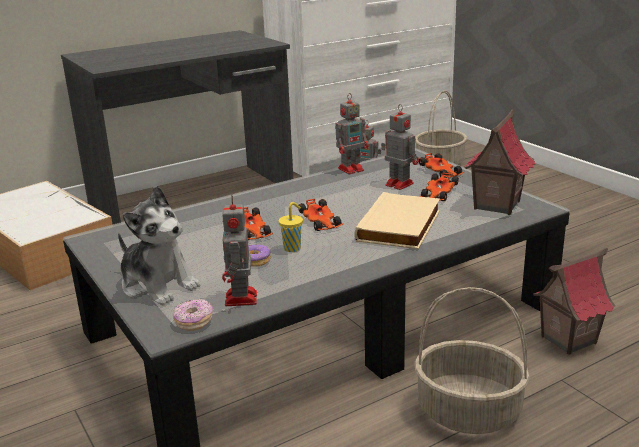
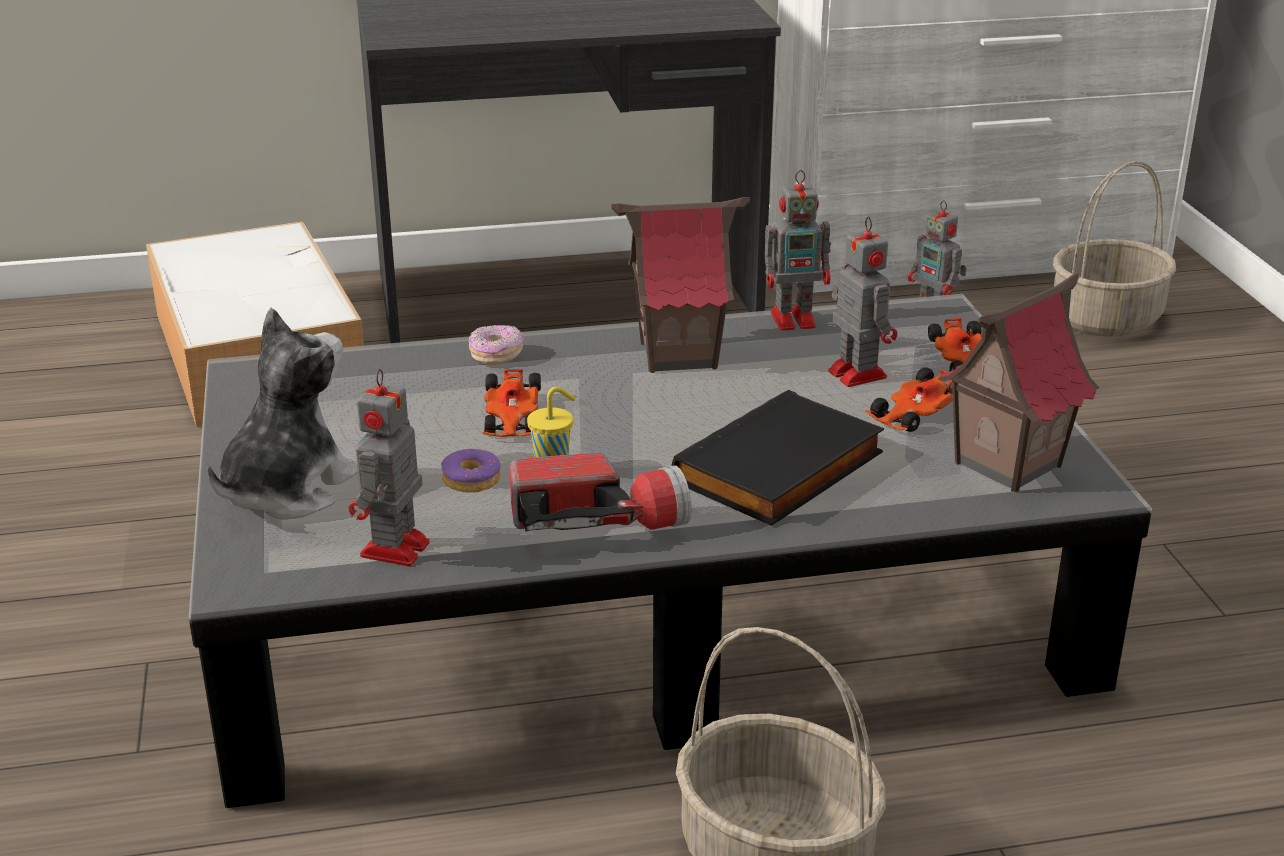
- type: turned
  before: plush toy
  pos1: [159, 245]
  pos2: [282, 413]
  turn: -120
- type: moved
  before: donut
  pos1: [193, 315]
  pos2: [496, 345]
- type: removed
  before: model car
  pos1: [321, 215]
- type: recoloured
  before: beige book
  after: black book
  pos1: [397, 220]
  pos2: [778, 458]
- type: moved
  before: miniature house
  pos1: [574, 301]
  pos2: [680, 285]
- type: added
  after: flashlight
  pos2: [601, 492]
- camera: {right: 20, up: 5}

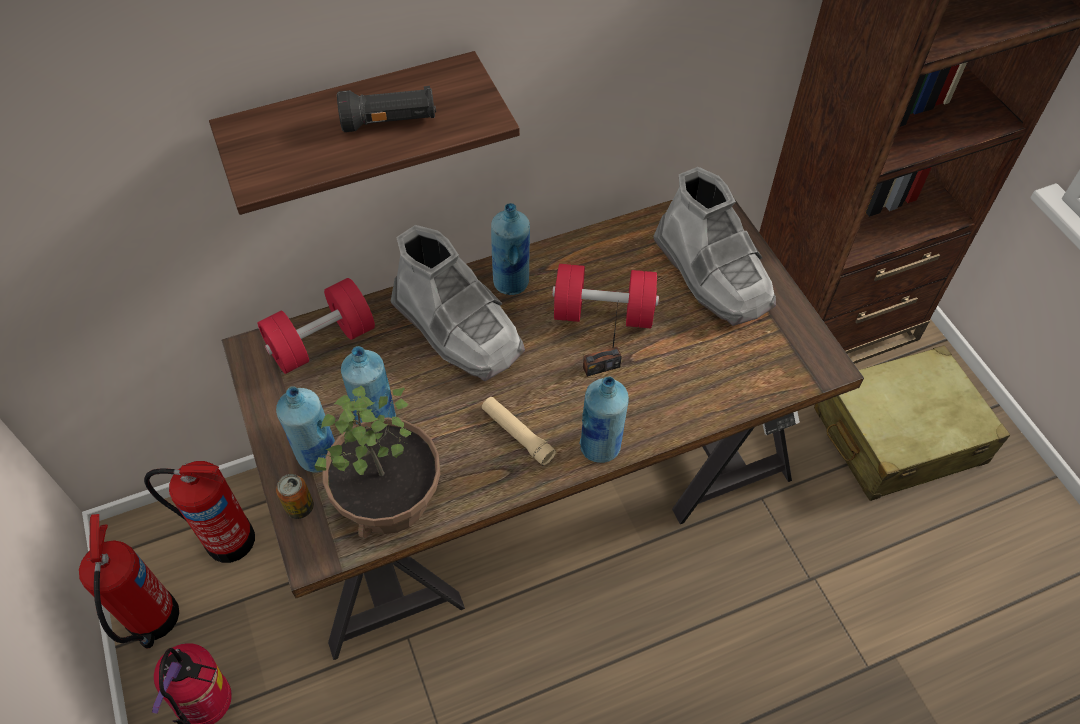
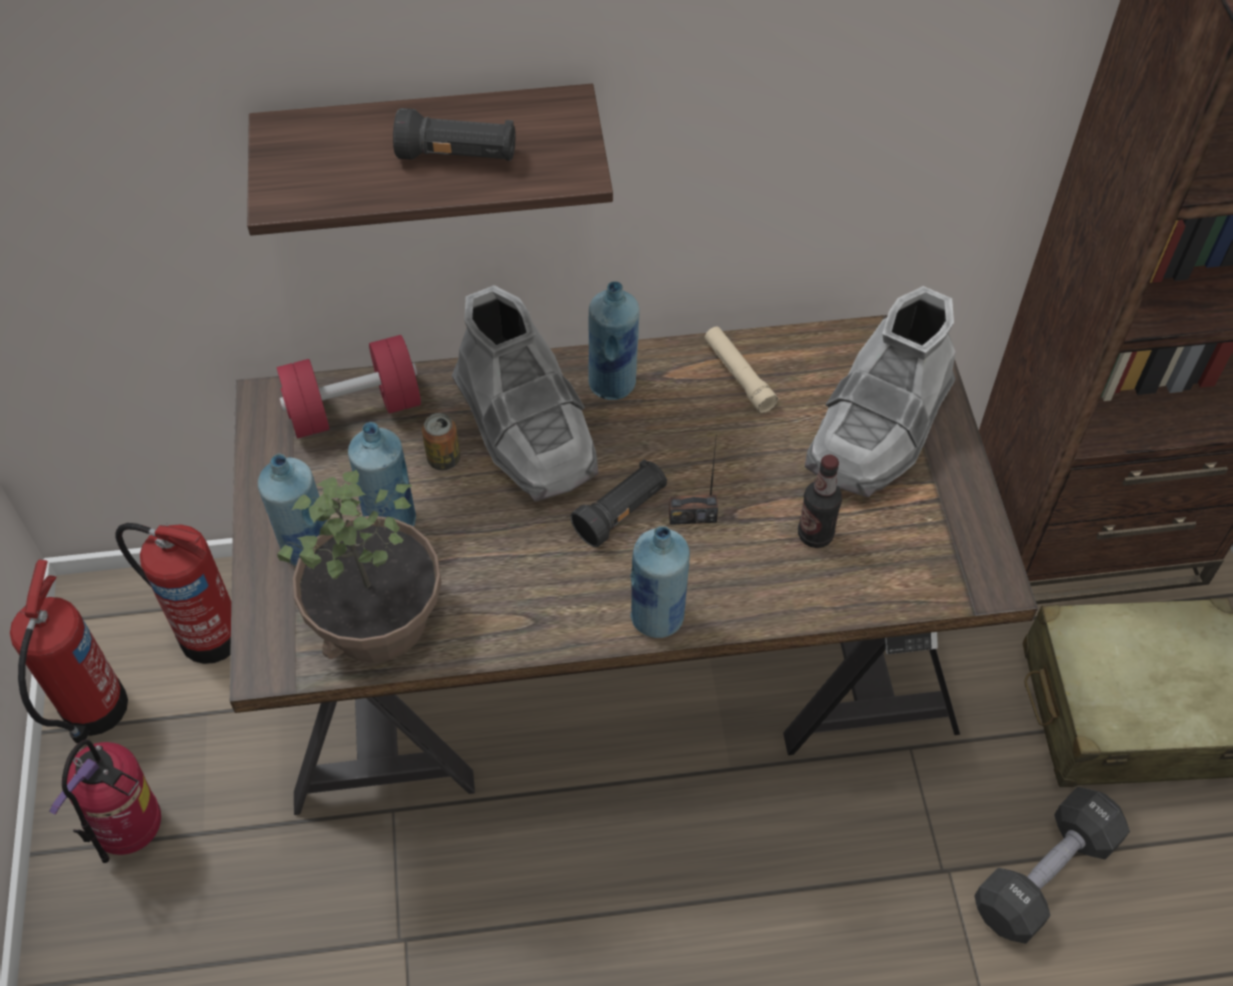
- type: moved
  before: metal can
  pos1: [295, 496]
  pos2: [441, 441]
- type: moved
  before: beige flashlight
  pos1: [519, 431]
  pos2: [741, 370]
- type: removed
  before: red-coloured free weight
  pos1: [605, 296]
- type: turned
  before: grey boot
  pos1: [714, 246]
  pos2: [880, 392]
  turn: 45
- type: added
  after: black flashlight
  pos2: [618, 503]
- type: added
  after: beverage bottle
  pos2: [820, 501]
- type: added
  after: black free weight
  pos2: [1052, 865]
- camera: {right: 15, up: 0}

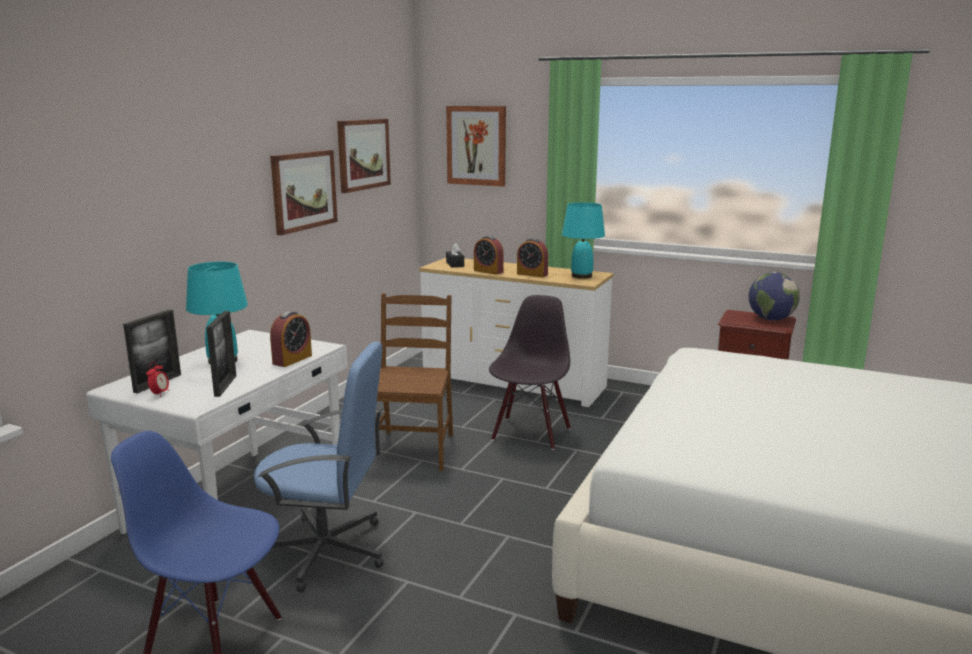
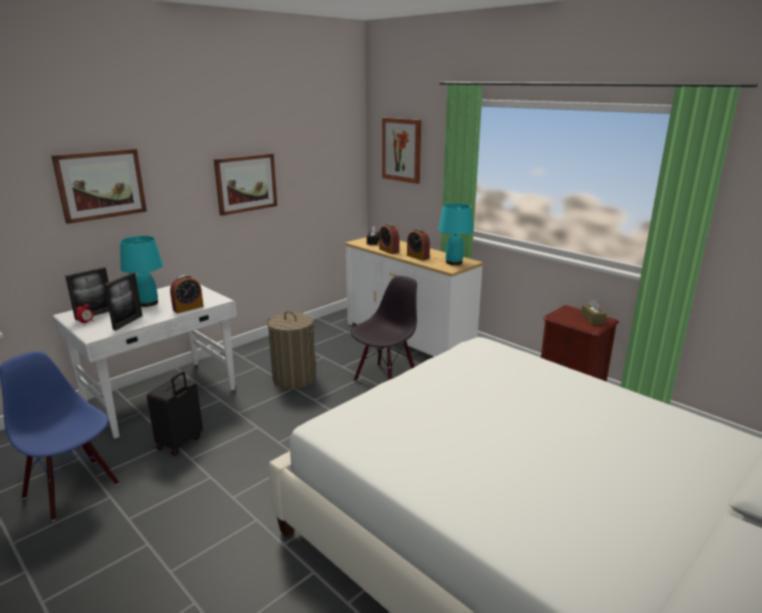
- type: replaced
  before: blue computer chair
  after: black piece of luggage
  pos1: [319, 467]
  pos2: [175, 413]
- type: moved
  before: picture
  pos1: [364, 156]
  pos2: [99, 186]
- type: replaced
  before: brown upright chair
  after: hamper
  pos1: [414, 382]
  pos2: [291, 350]
- type: replaced
  before: globe
  after: brown tissue box
  pos1: [774, 296]
  pos2: [594, 312]
- camera: {right: 20, up: 5}

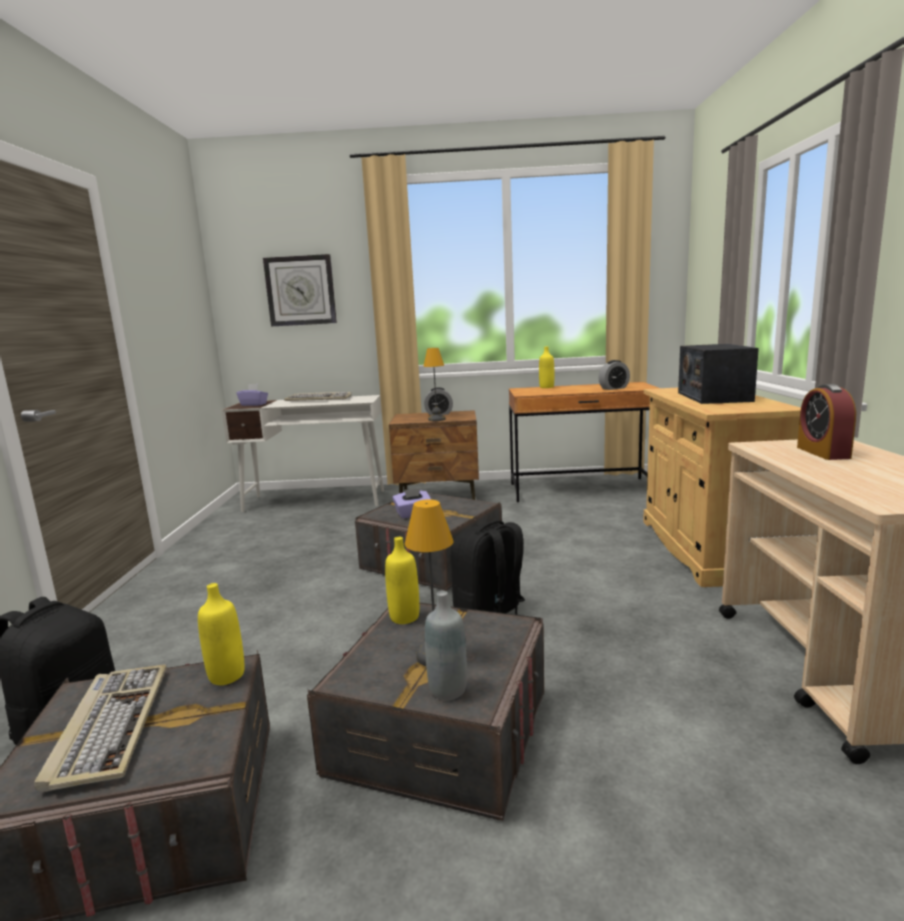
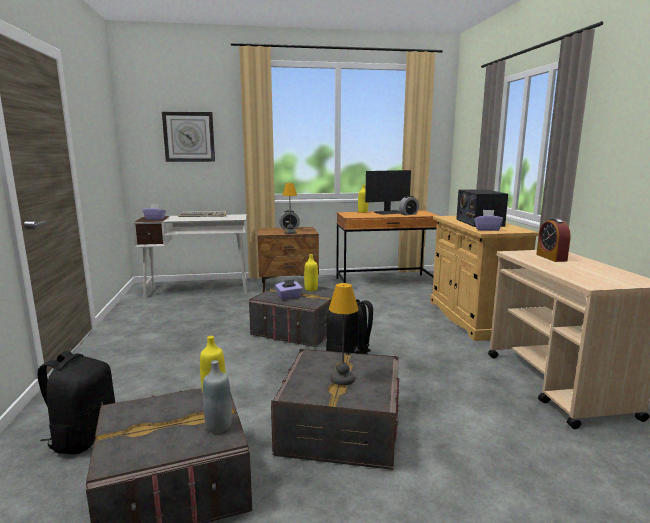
- type: removed
  before: PC keyboard
  pos1: [100, 728]
- type: moved
  before: yellow beverage bottle
  pos1: [402, 580]
  pos2: [311, 272]
- type: moved
  before: grey beverage bottle
  pos1: [446, 646]
  pos2: [217, 396]
- type: added
  after: computer screen
  pos2: [388, 192]
- type: added
  after: purple-coloured tissue box
  pos2: [488, 220]
- camera: {right: -10, up: 0}

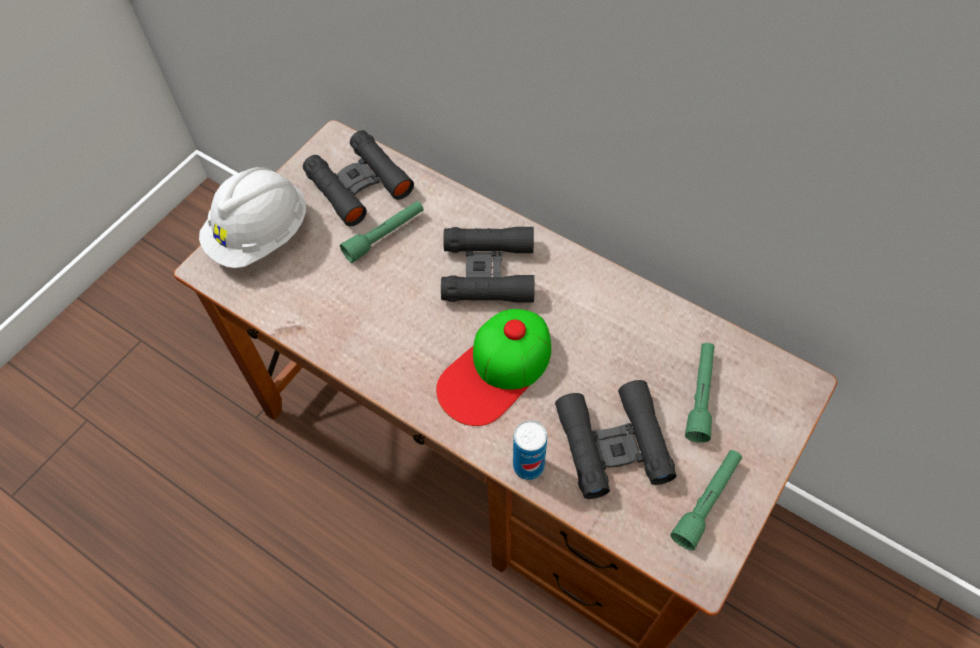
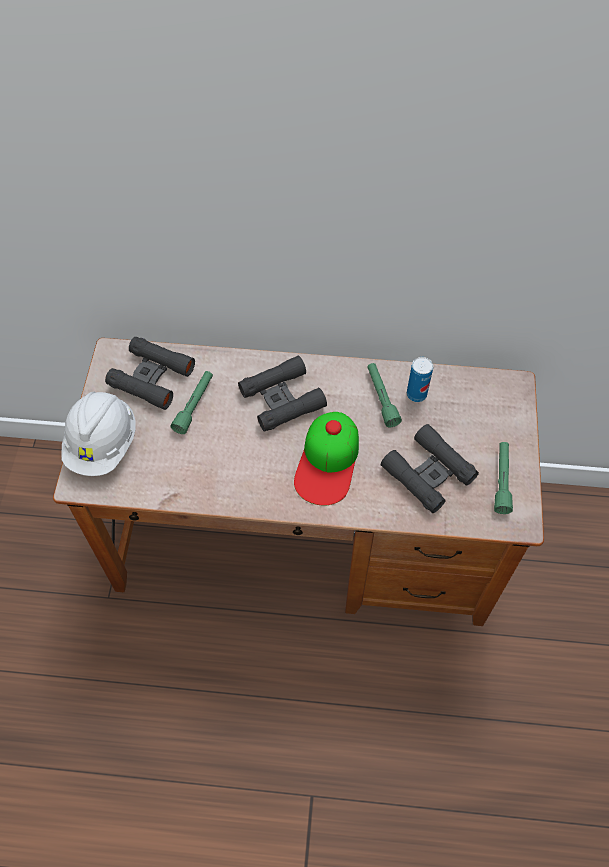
- type: moved
  before: metal can
  pos1: [530, 450]
  pos2: [420, 379]
- type: moved
  before: green flashlight
  pos1: [700, 393]
  pos2: [384, 395]
- camera: {right: -30, up: 0}

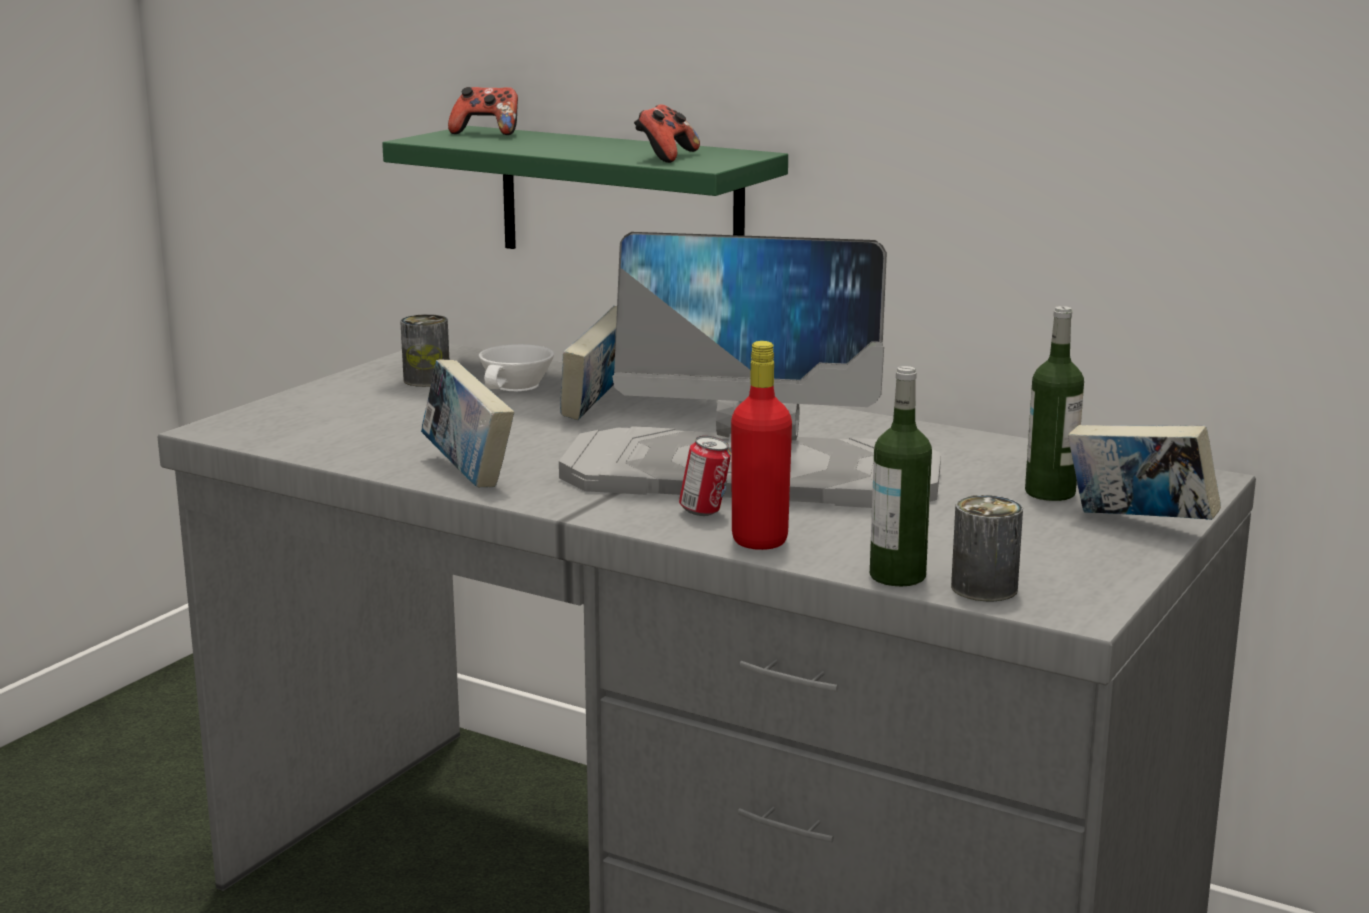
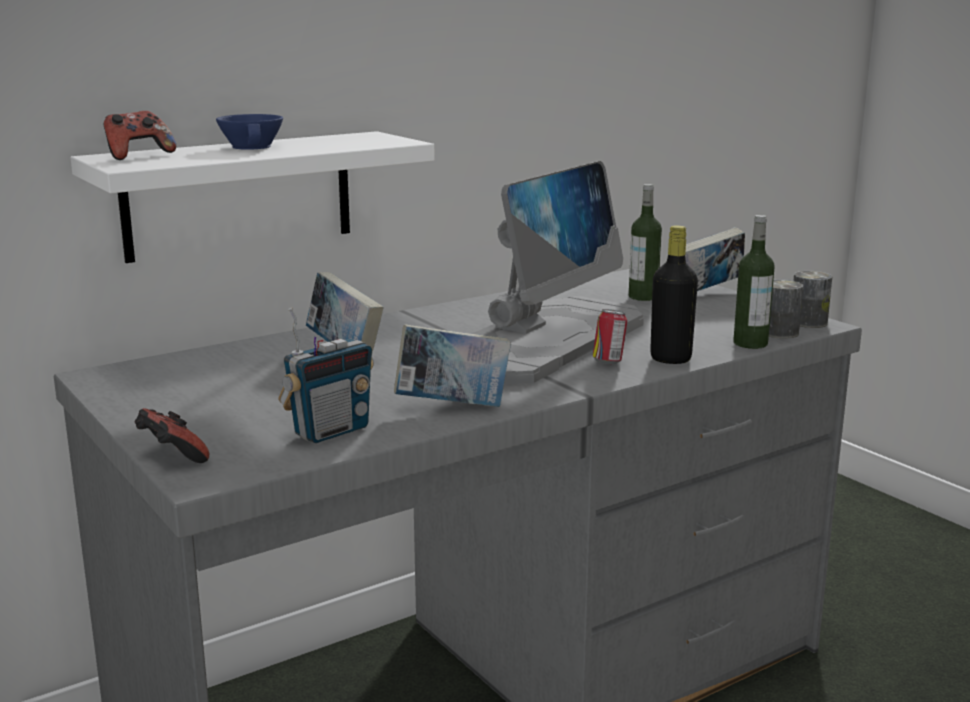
- type: recoloured
  before: green bracket shelf
  after: white-coloured bracket shelf
  pos1: [585, 187]
  pos2: [253, 197]
- type: moved
  before: metal can
  pos1: [424, 350]
  pos2: [812, 299]
- type: removed
  before: white-coloured small cup
  pos1: [516, 367]
- type: moved
  before: game controller
  pos1: [667, 133]
  pos2: [171, 435]
- type: recoloured
  before: red-coloured beverage bottle
  after: black beverage bottle
  pos1: [761, 445]
  pos2: [674, 294]
- type: added
  after: blue small cup
  pos2: [249, 132]
- type: added
  after: radio set
  pos2: [326, 375]
- camera: {right: -65, up: 0}

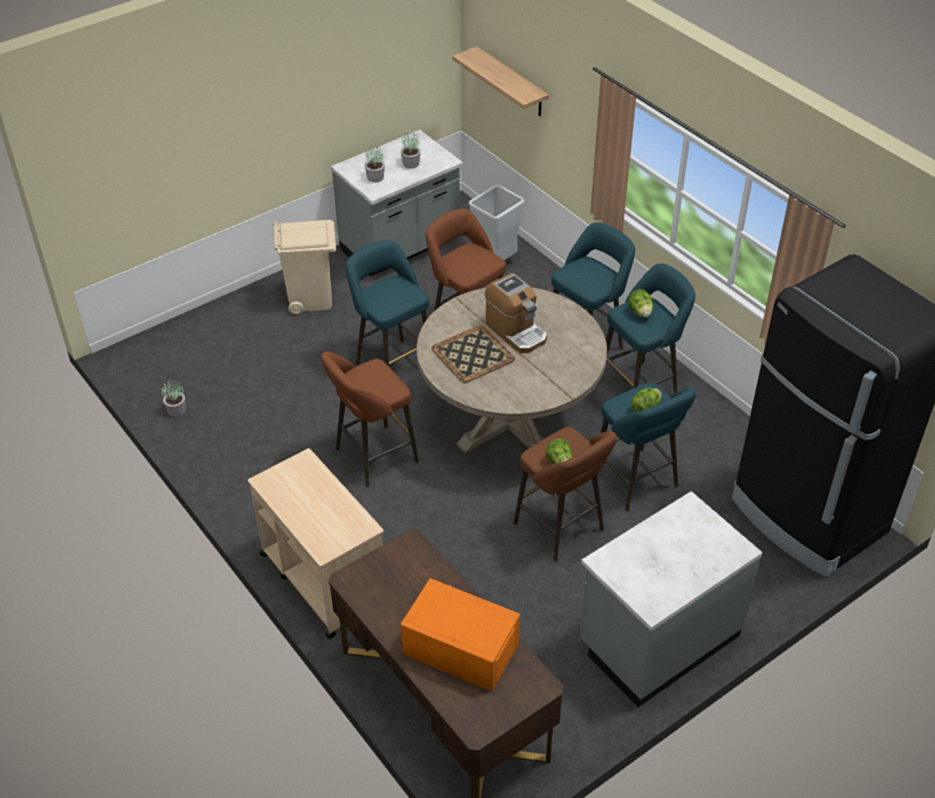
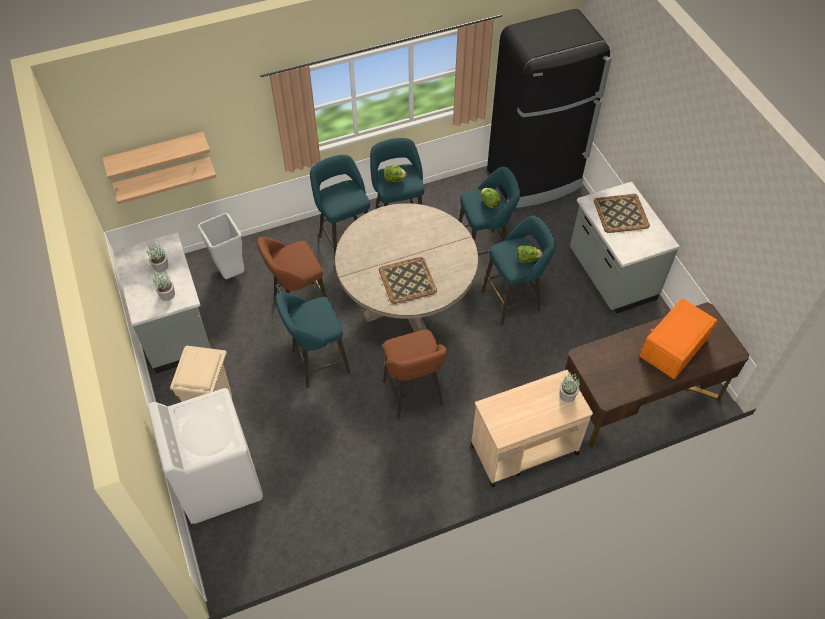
- type: moved
  before: plant in a pot
  pos1: [174, 399]
  pos2: [570, 387]
- type: removed
  before: coffee brewer
  pos1: [516, 313]
- type: recoloured
  before: brown stool seat
  after: turquoise stool seat
  pos1: [565, 494]
  pos2: [518, 270]
- type: added
  after: bracket shelf
  pos2: [164, 180]
- type: added
  after: white-coloured laundry machine
  pos2: [205, 456]
- type: added
  after: carrying tray
  pos2: [622, 213]
- camera: {right: -75, up: 10}

